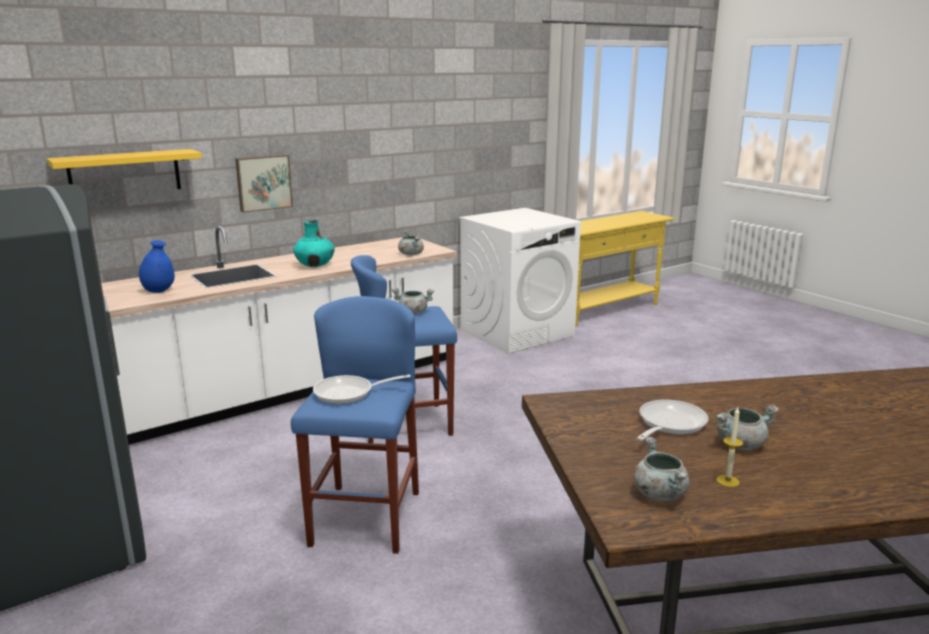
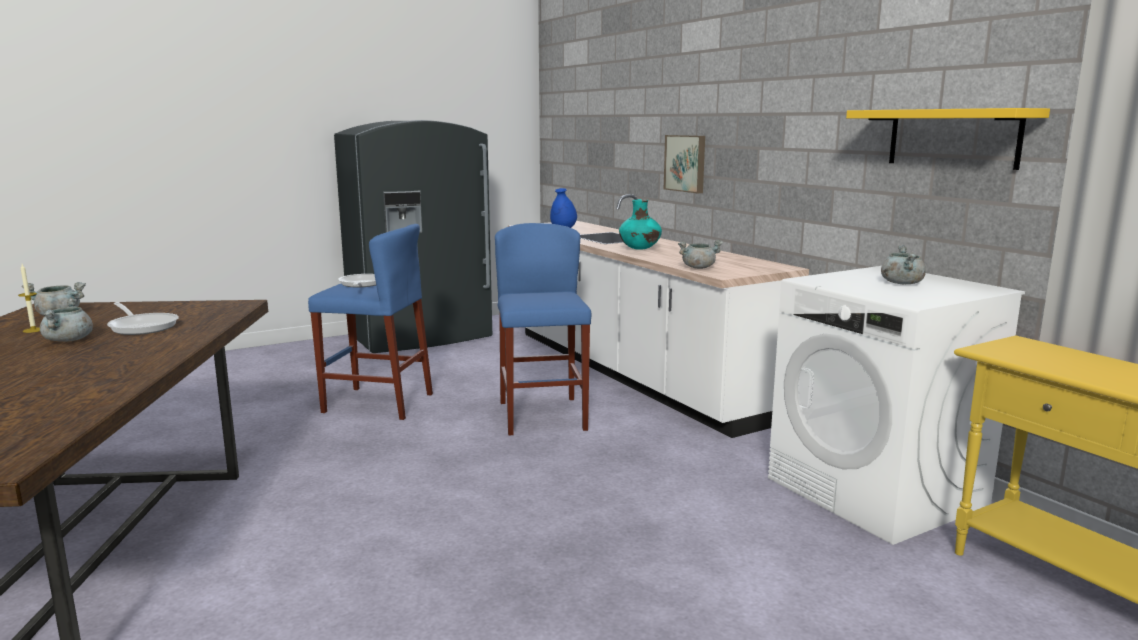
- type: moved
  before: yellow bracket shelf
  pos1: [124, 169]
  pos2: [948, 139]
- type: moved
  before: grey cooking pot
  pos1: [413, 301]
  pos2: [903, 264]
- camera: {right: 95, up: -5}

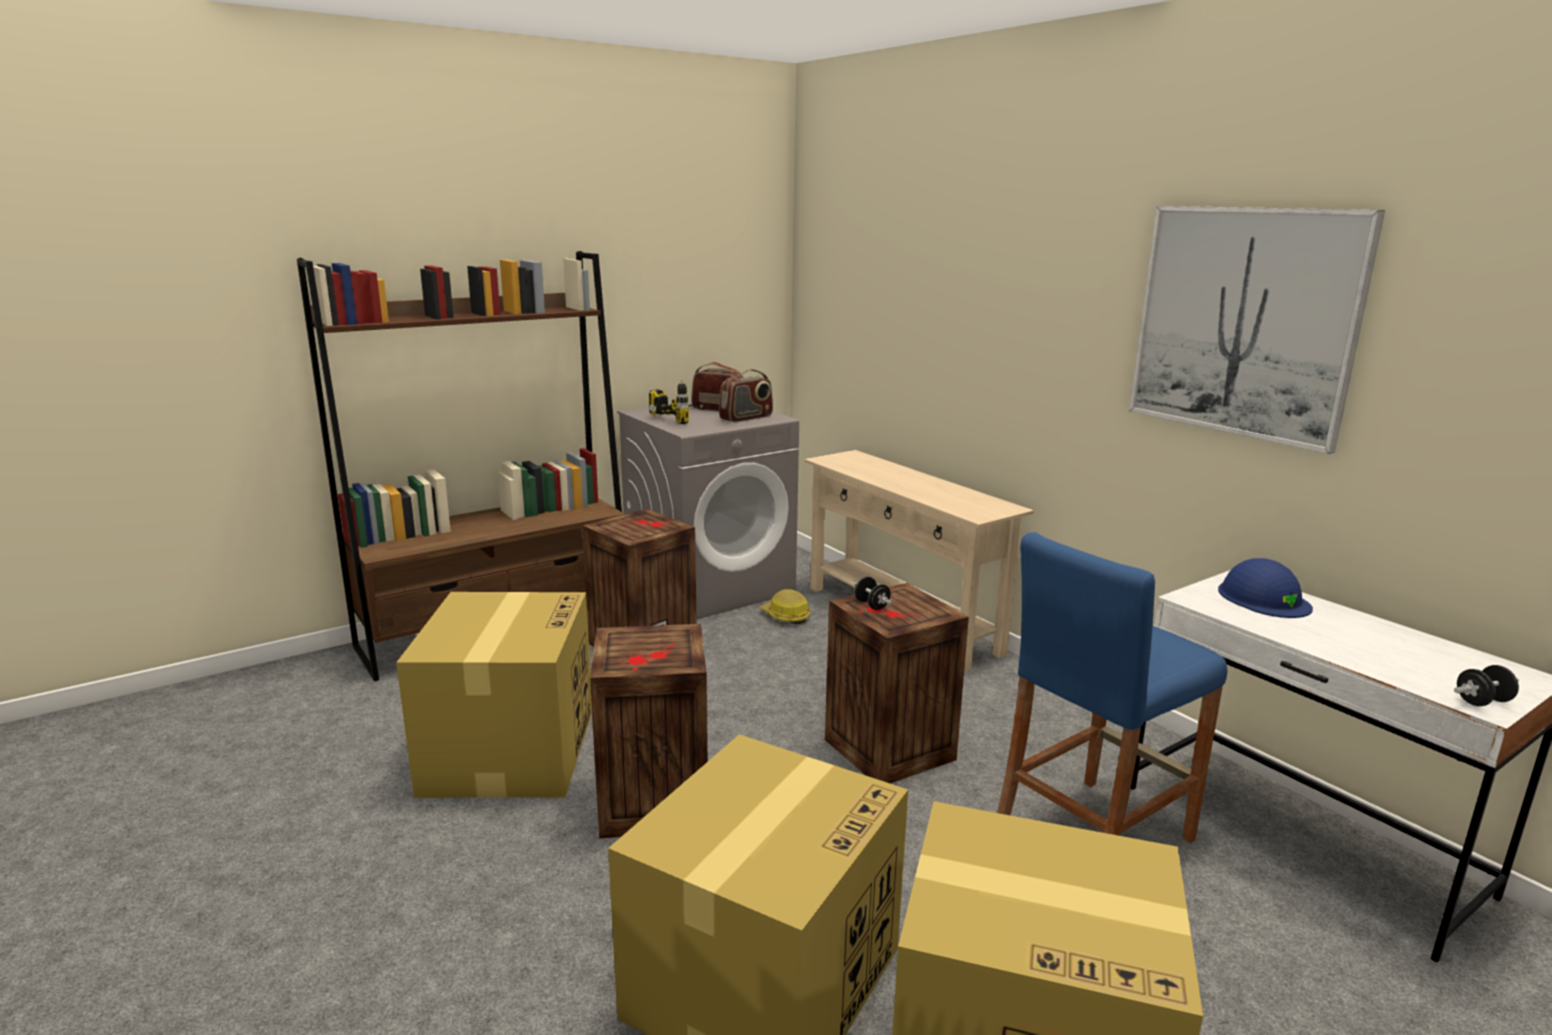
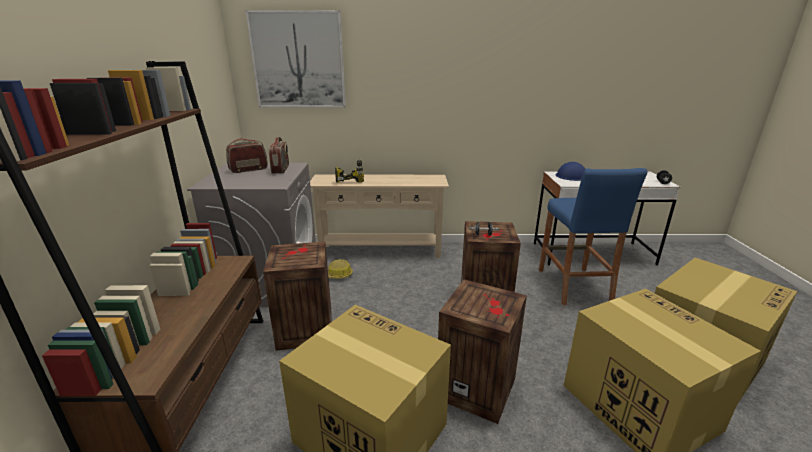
- type: moved
  before: electric drill
  pos1: [676, 401]
  pos2: [349, 170]
- type: moved
  before: picture
  pos1: [1257, 330]
  pos2: [295, 59]
- camera: {right: -55, up: 5}

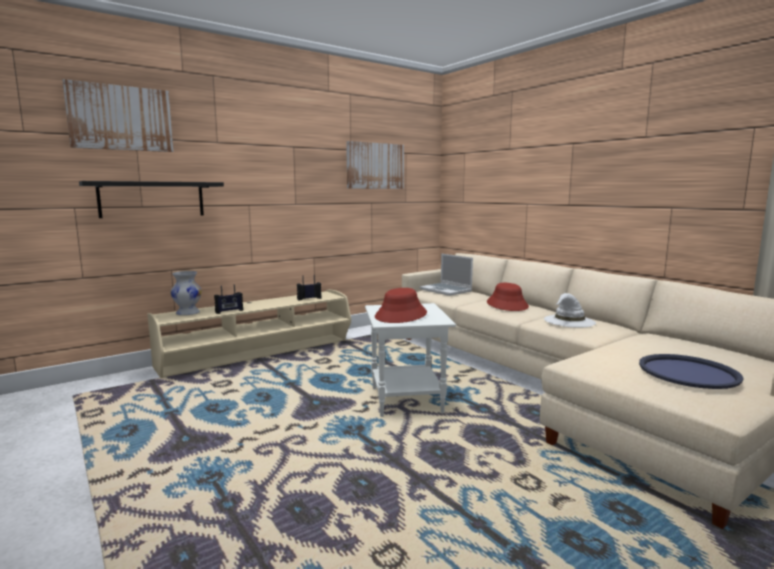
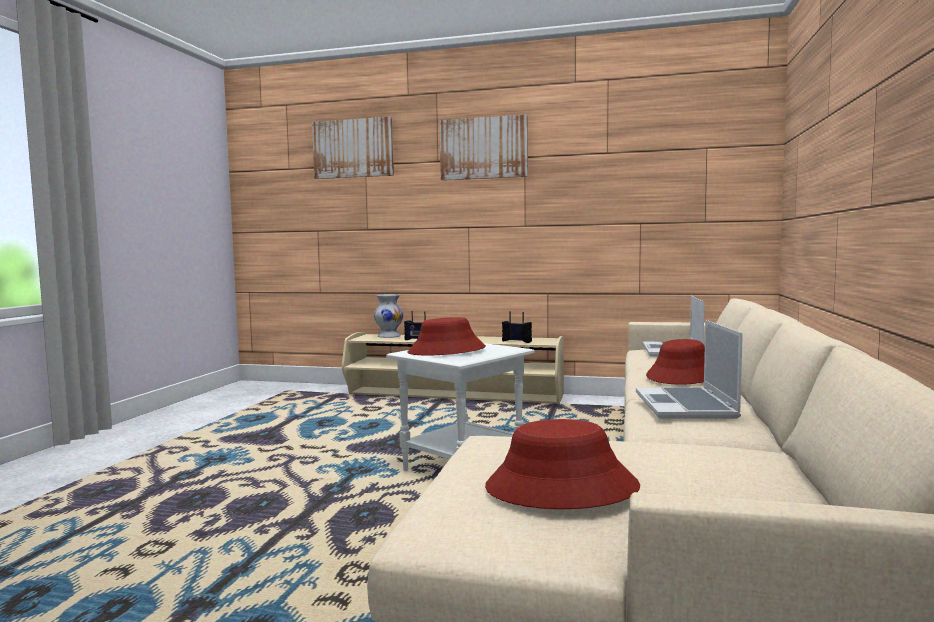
- type: removed
  before: black bracket shelf
  pos1: [151, 199]
- type: moved
  before: picture
  pos1: [375, 165]
  pos2: [484, 147]
- type: replaced
  before: white-coloured hat
  after: notebook computer
  pos1: [570, 310]
  pos2: [689, 369]
- type: replaced
  before: blue carrying tray
  after: red-coloured hat
  pos1: [691, 371]
  pos2: [562, 464]
- camera: {right: 50, up: -5}

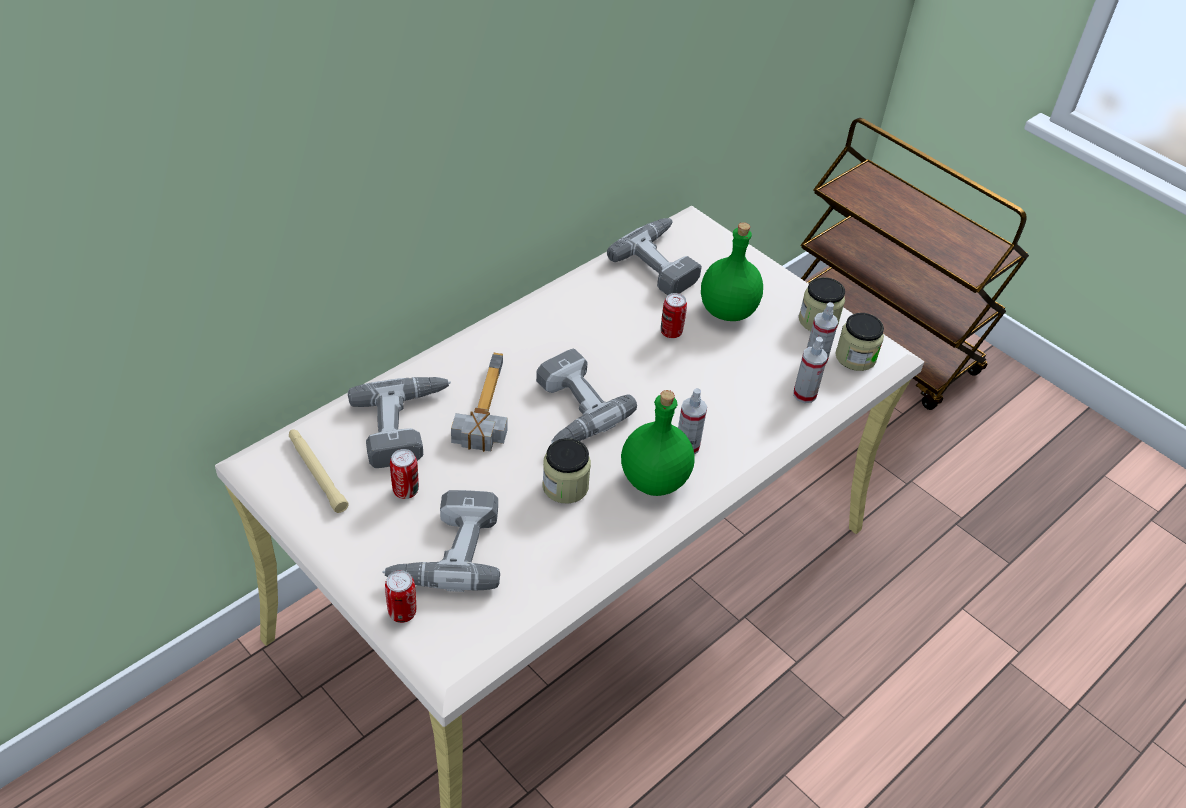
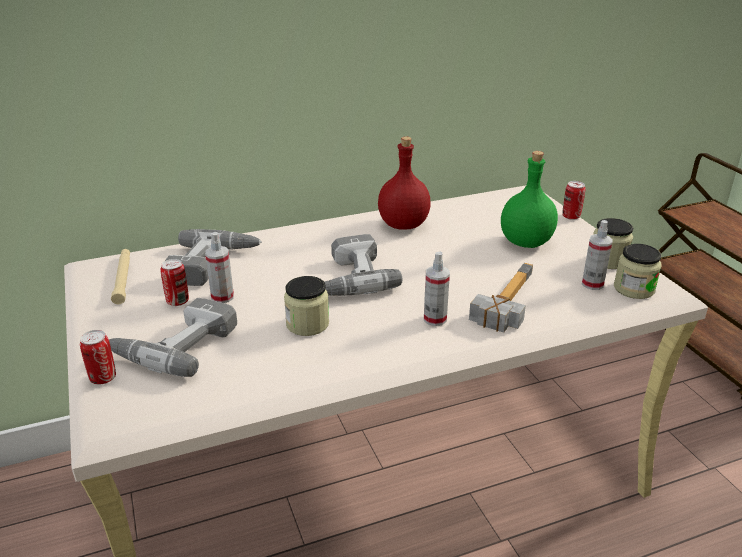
- type: moved
  before: tool hammer
  pos1: [479, 402]
  pos2: [501, 298]
- type: removed
  before: electric drill
  pos1: [654, 256]
- type: removed
  before: green beverage bottle
  pos1: [658, 443]
- type: moved
  before: metal can
  pos1: [674, 315]
  pos2: [573, 200]
- type: moved
  before: sprayer
  pos1: [810, 370]
  pos2: [219, 267]
- type: added
  after: red-coloured beverage bottle
  pos2: [404, 183]
- camera: {right: 25, up: -15}

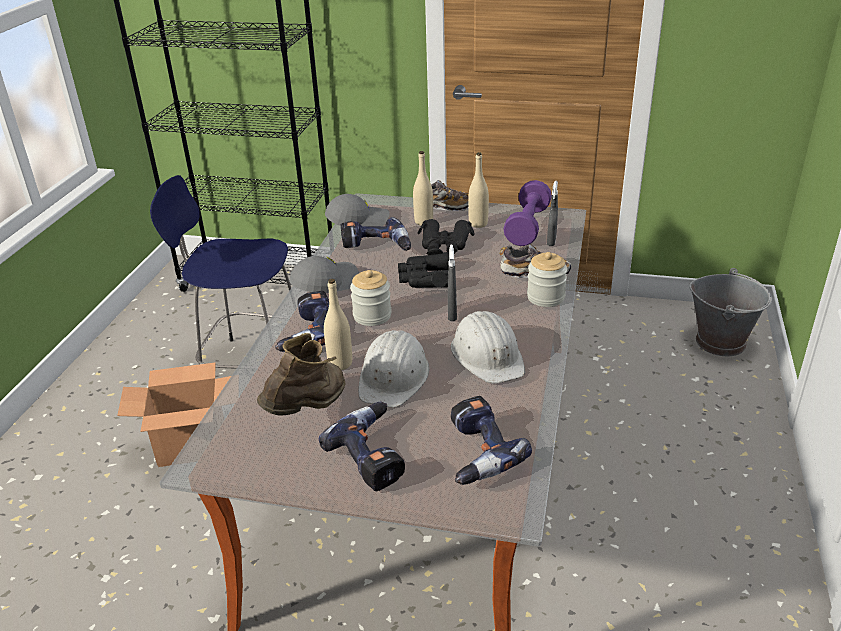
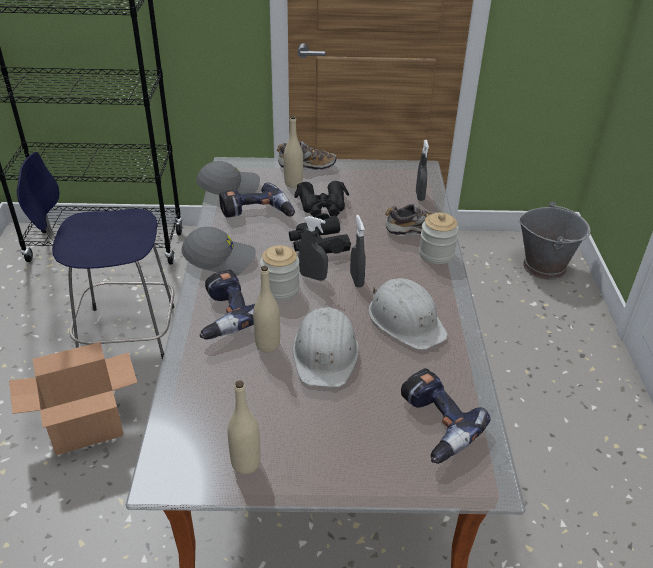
- type: removed
  before: brown boot
  pos1: [301, 374]
- type: turned
  before: grey peaked cap
  pos1: [324, 274]
  pos2: [219, 251]
  turn: 60
- type: removed
  before: electric drill
  pos1: [362, 446]
- type: moved
  before: beige beverage bottle
  pos1: [478, 190]
  pos2: [244, 427]
- type: removed
  before: purple-coloured free weight
  pos1: [528, 213]
- type: added
  after: grey sprayer
  pos2: [313, 248]
- camera: {right: -15, up: 5}

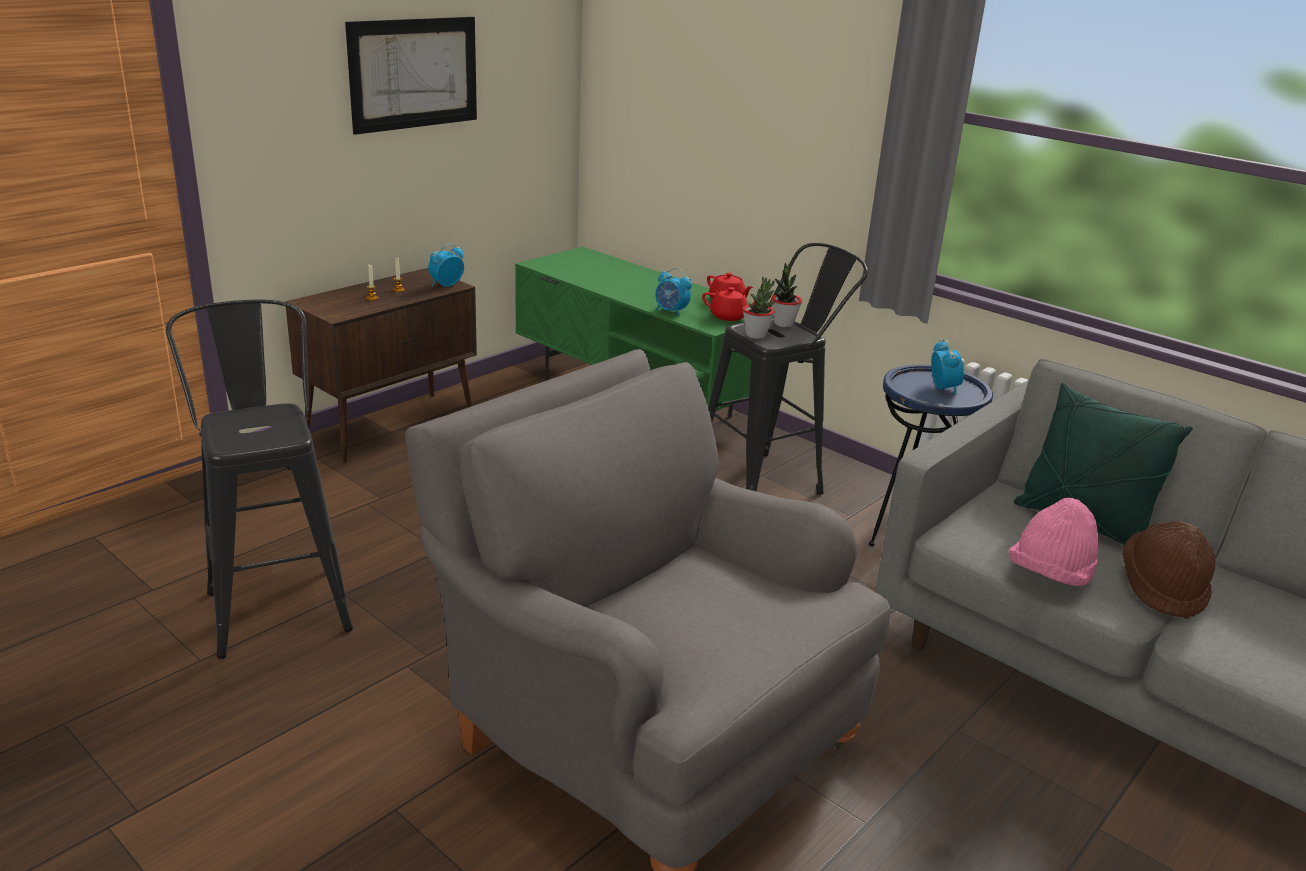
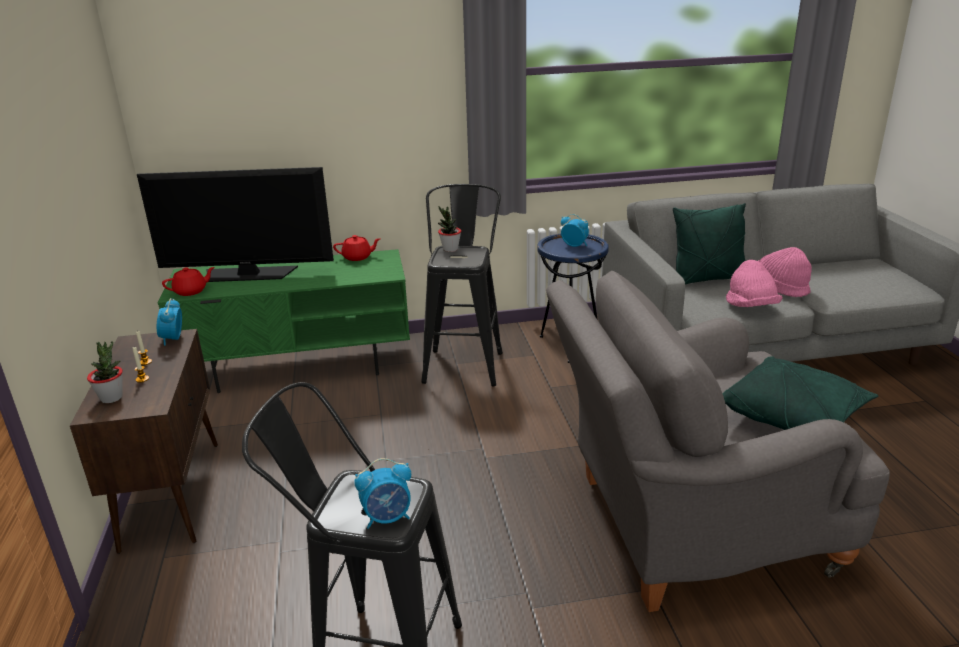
- type: removed
  before: picture
  pos1: [411, 76]
- type: moved
  before: table clock
  pos1: [673, 292]
  pos2: [382, 493]
- type: moved
  before: red-coloured pot for tea
  pos1: [728, 304]
  pos2: [188, 281]
- type: moved
  before: plant in a pot
  pos1: [759, 308]
  pos2: [105, 372]
- type: recoloured
  before: brown hat
  after: pinkish hat
  pos1: [1169, 570]
  pos2: [785, 272]
- type: added
  after: television
  pos2: [235, 224]
- type: added
  after: green cushion
  pos2: [800, 393]
- camera: {right: -50, up: 0}

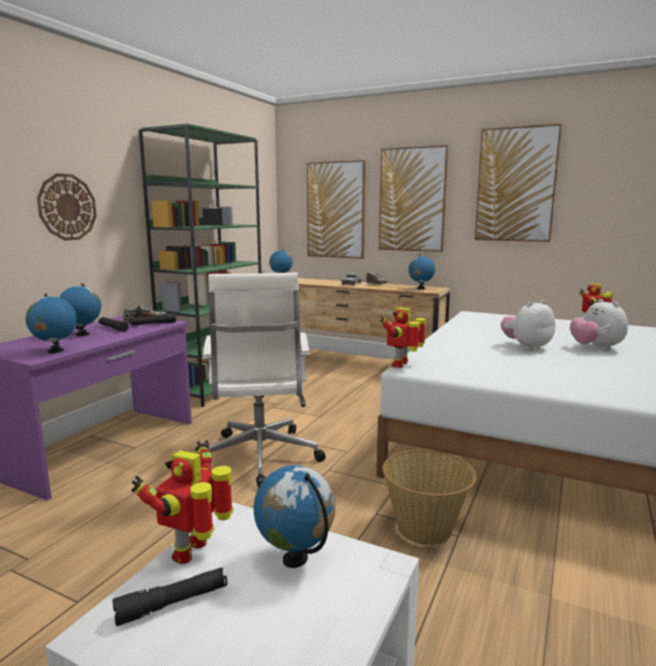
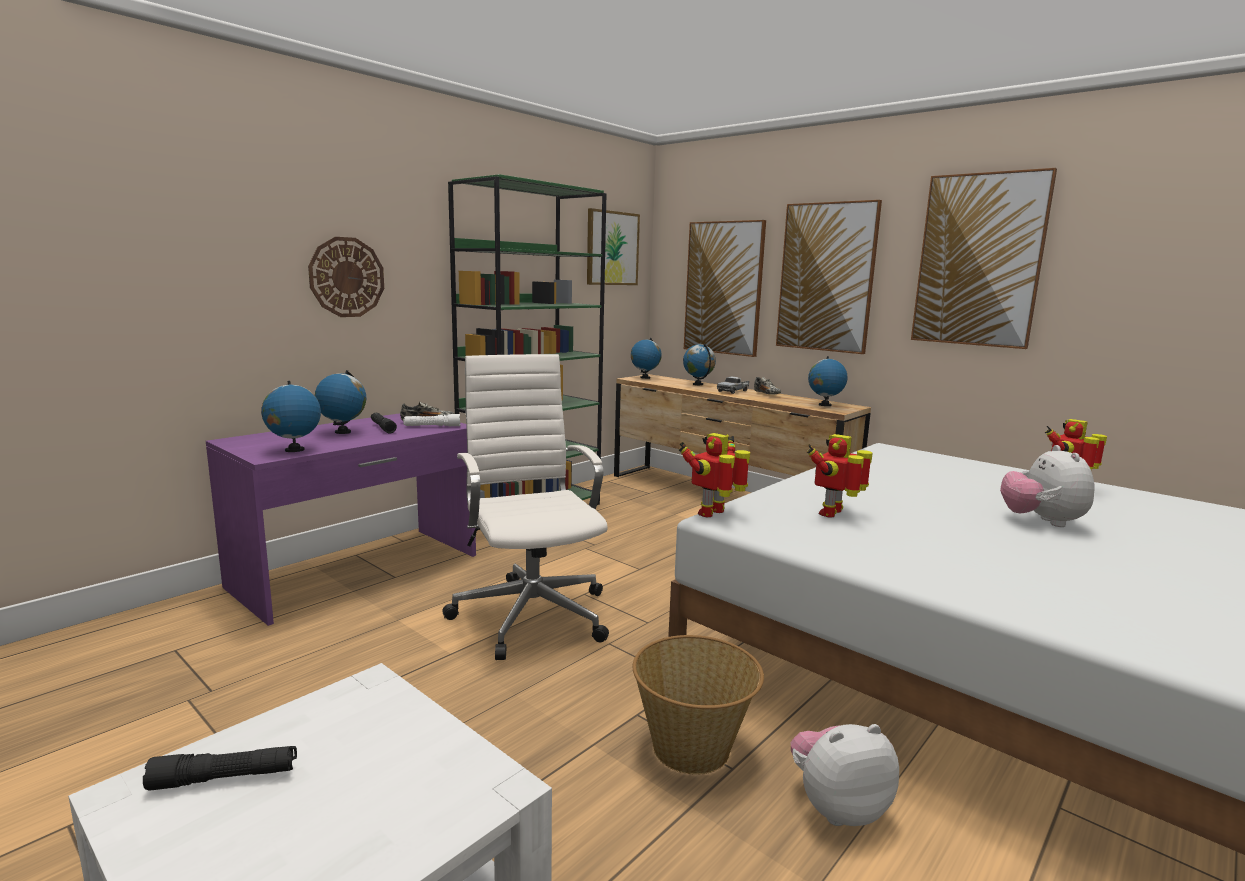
- type: recoloured
  before: black flashlight
  after: white-coloured flashlight
  pos1: [152, 319]
  pos2: [431, 420]
- type: moved
  before: model robot
  pos1: [182, 502]
  pos2: [840, 476]
- type: turned
  before: white-coloured computer chair
  pos1: [264, 380]
  pos2: [525, 507]
  turn: 150
- type: moved
  before: globe
  pos1: [294, 516]
  pos2: [699, 364]
- type: moved
  before: plush toy
  pos1: [528, 325]
  pos2: [845, 775]
- type: added
  after: picture
  pos2: [613, 246]
- camera: {right: 15, up: 0}

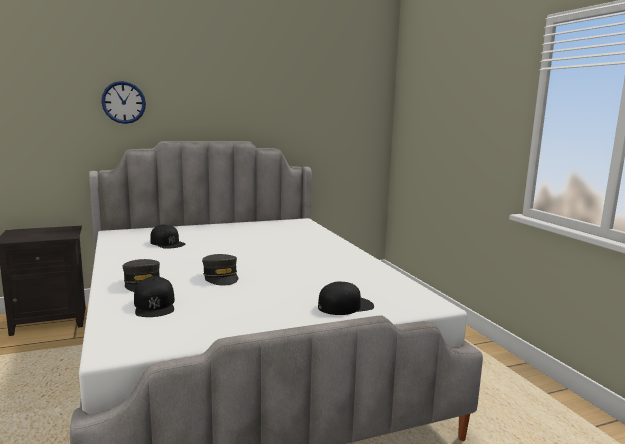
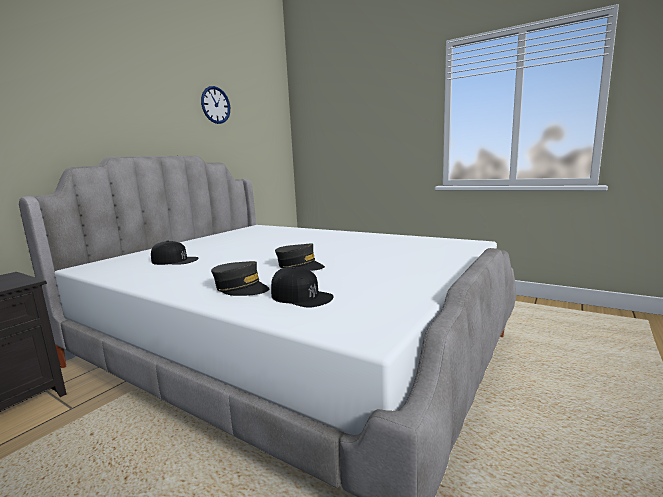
- type: moved
  before: hanging clock
  pos1: [123, 102]
  pos2: [215, 105]
- type: removed
  before: black peaked cap
  pos1: [346, 298]
- camera: {right: -35, up: 0}

